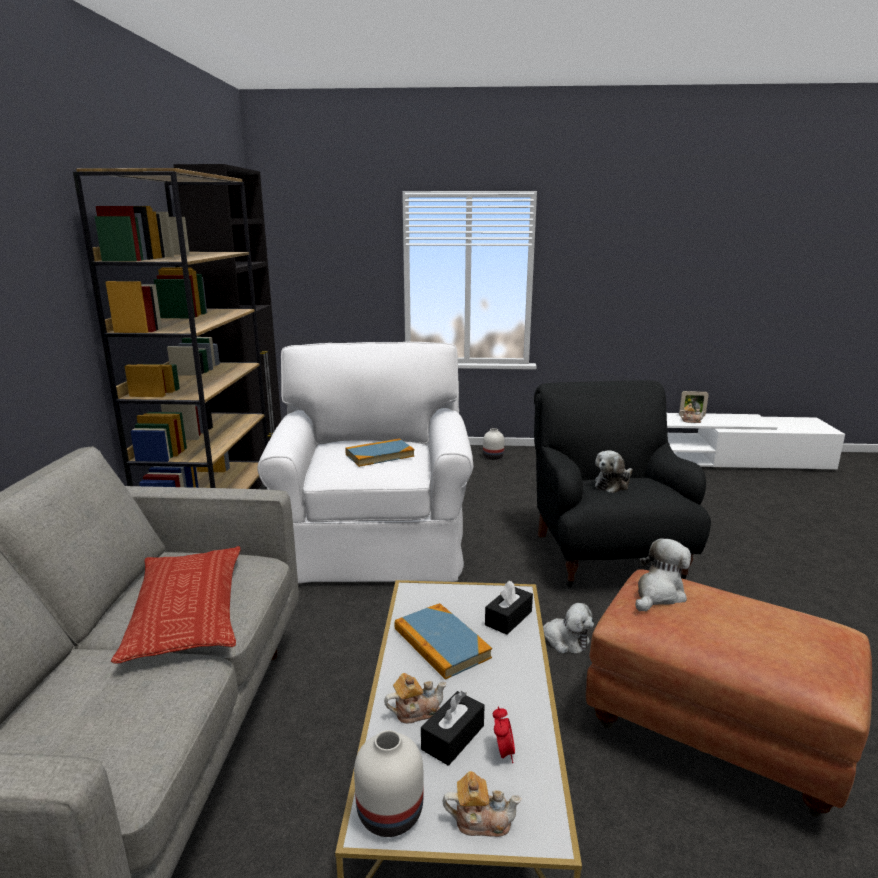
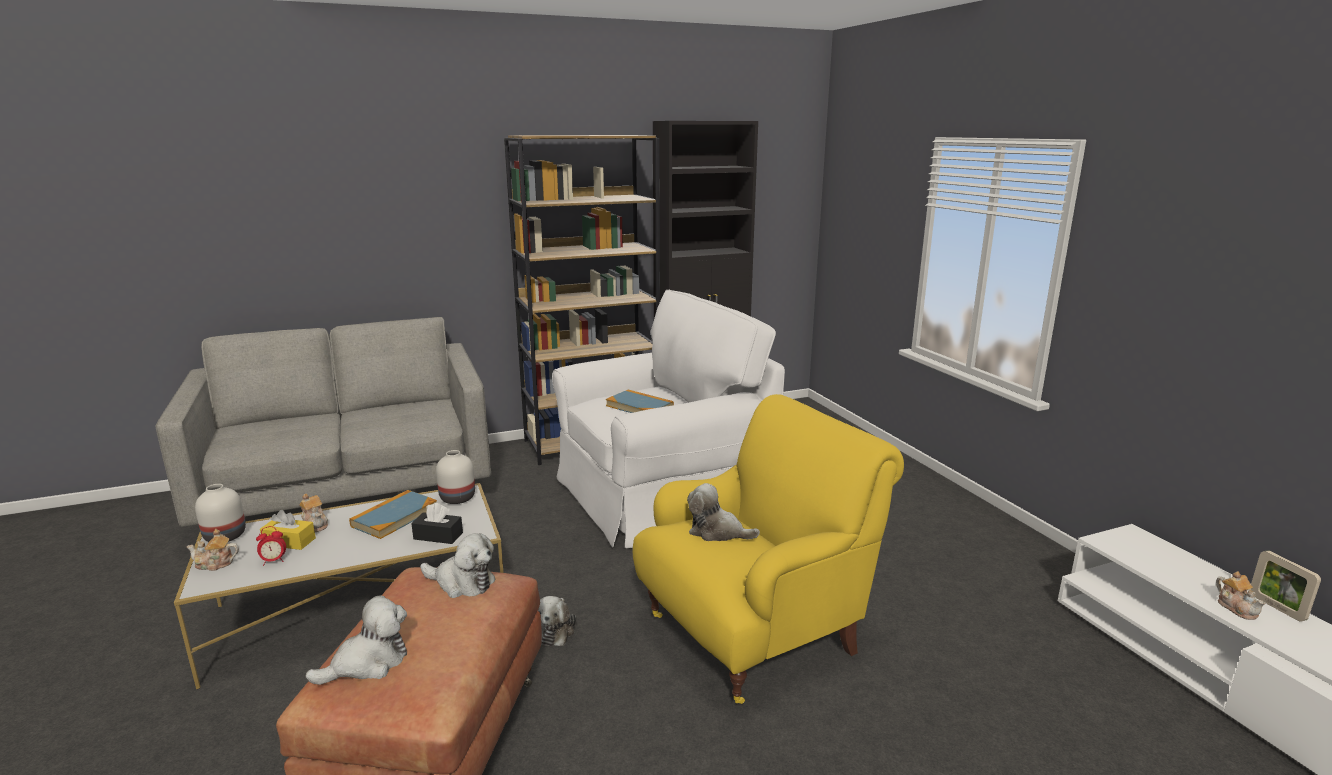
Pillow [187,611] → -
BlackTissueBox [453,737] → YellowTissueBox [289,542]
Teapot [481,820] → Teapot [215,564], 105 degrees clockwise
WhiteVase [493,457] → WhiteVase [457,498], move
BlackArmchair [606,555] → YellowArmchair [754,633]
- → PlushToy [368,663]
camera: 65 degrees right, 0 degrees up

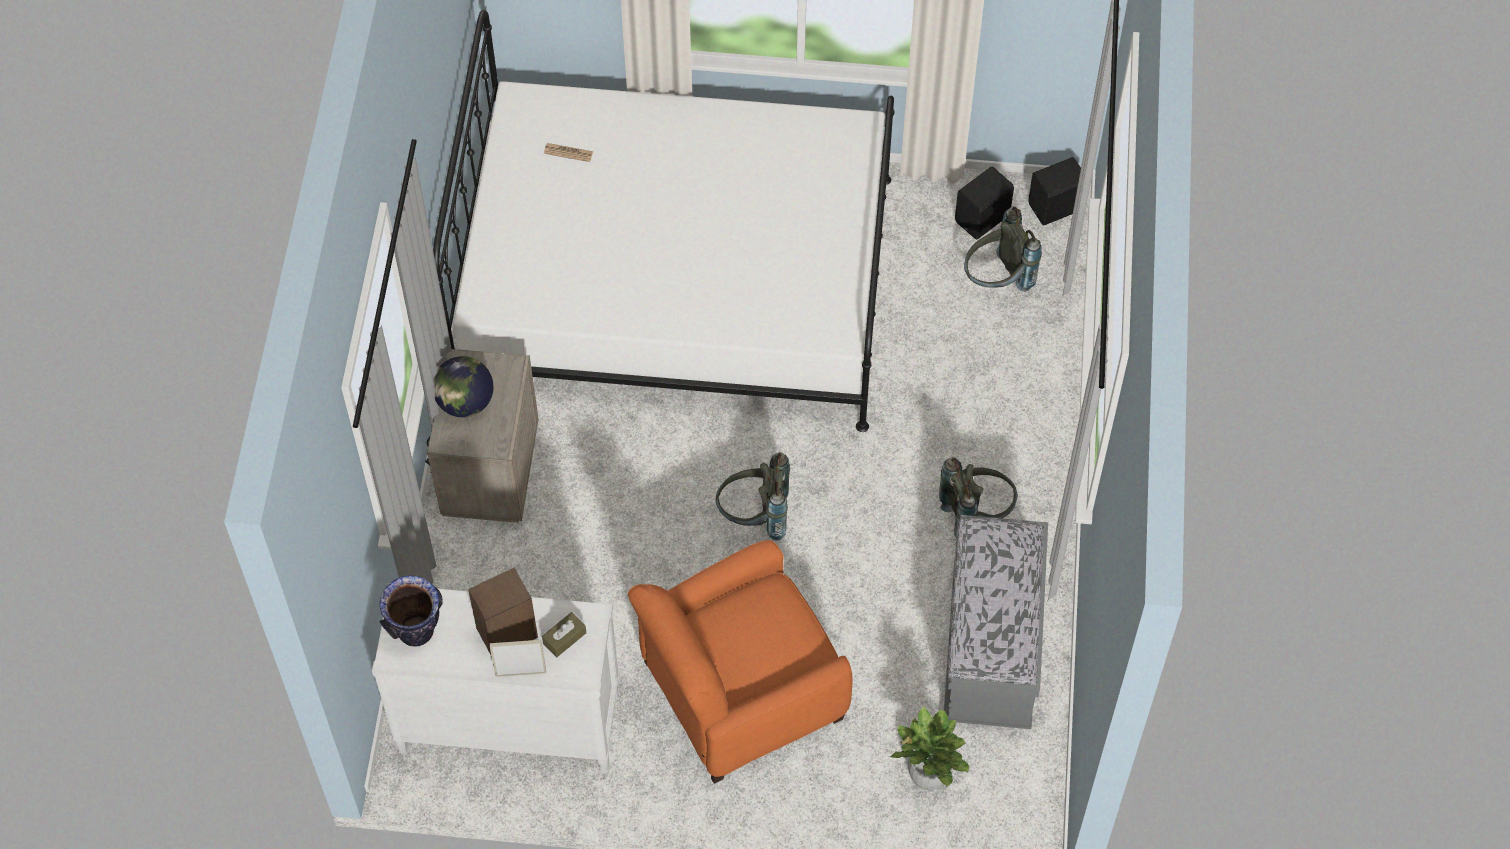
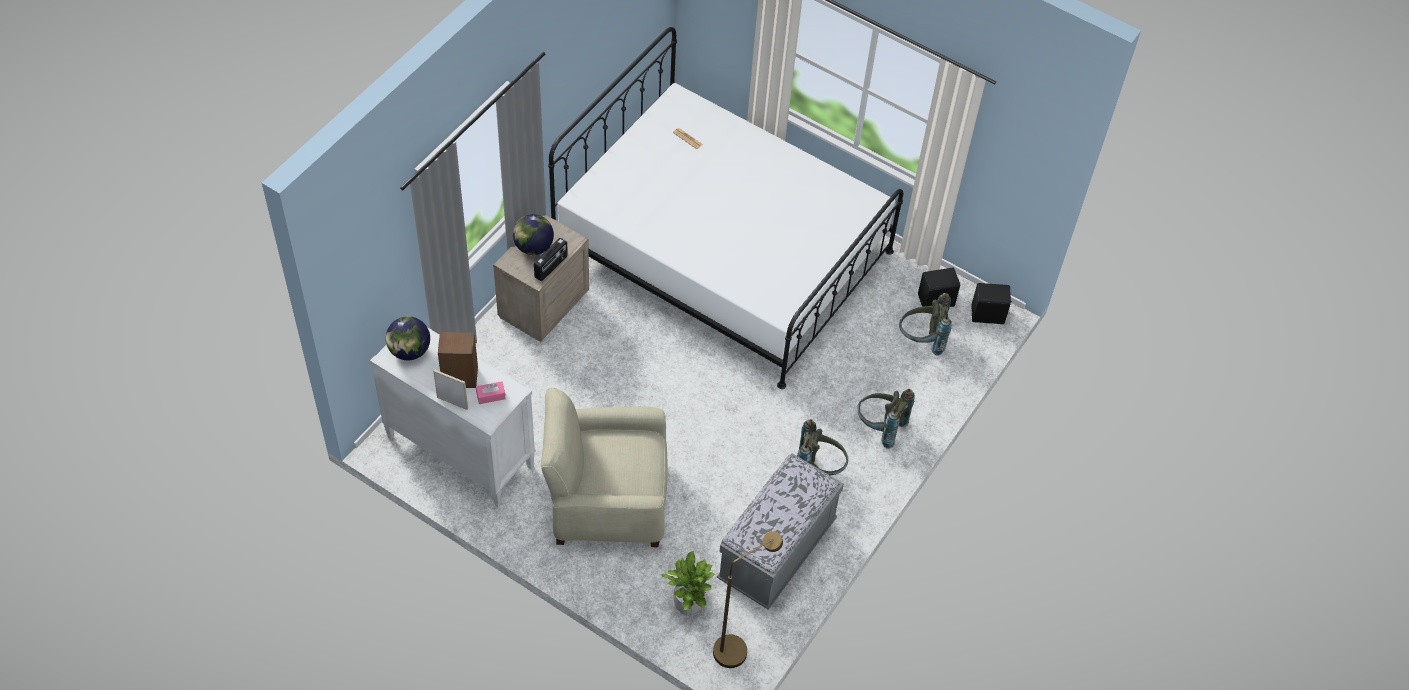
Vase [416,631] → Globe [409,351]
BrownTissueBox [564,638] → PinkTissueBox [491,396]
OrangeArmchair [740,691] → BeigeArmchair [607,500]
GreyBackpack [755,517] → GreyBackpack [880,428], move
- → Radio [551,267]
- → BrownFloorLamp [737,646]
camera: 25 degrees right, 5 degrees down

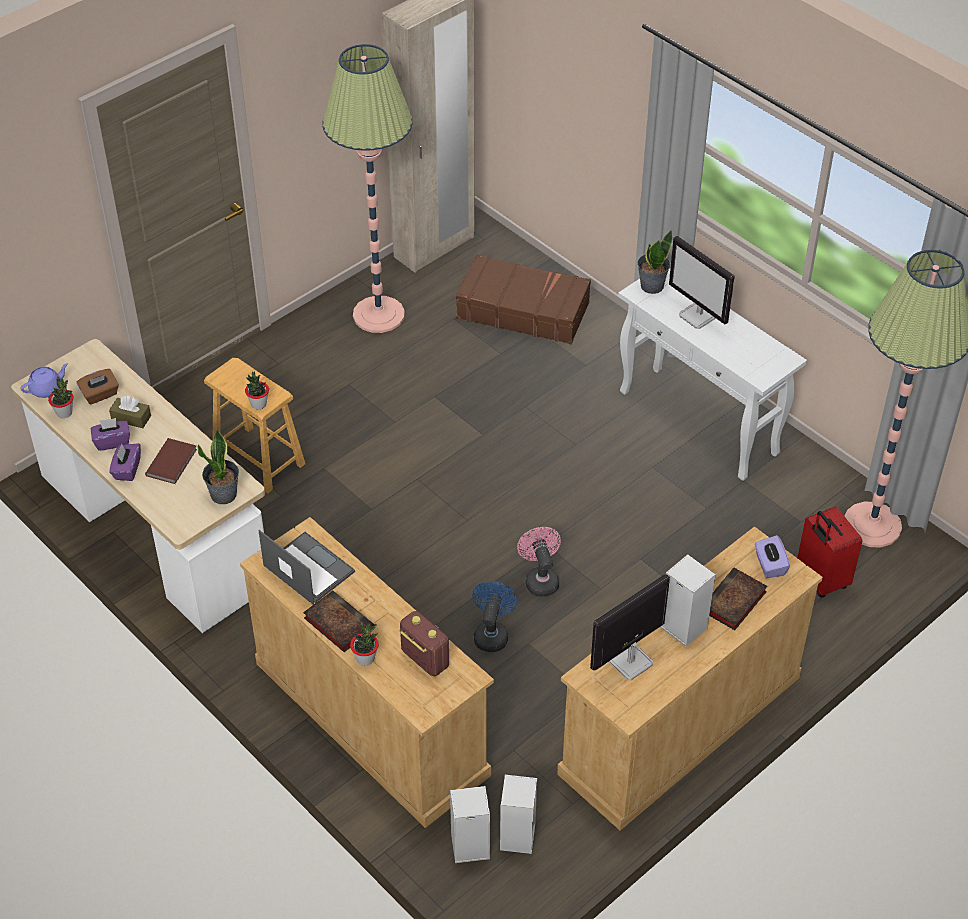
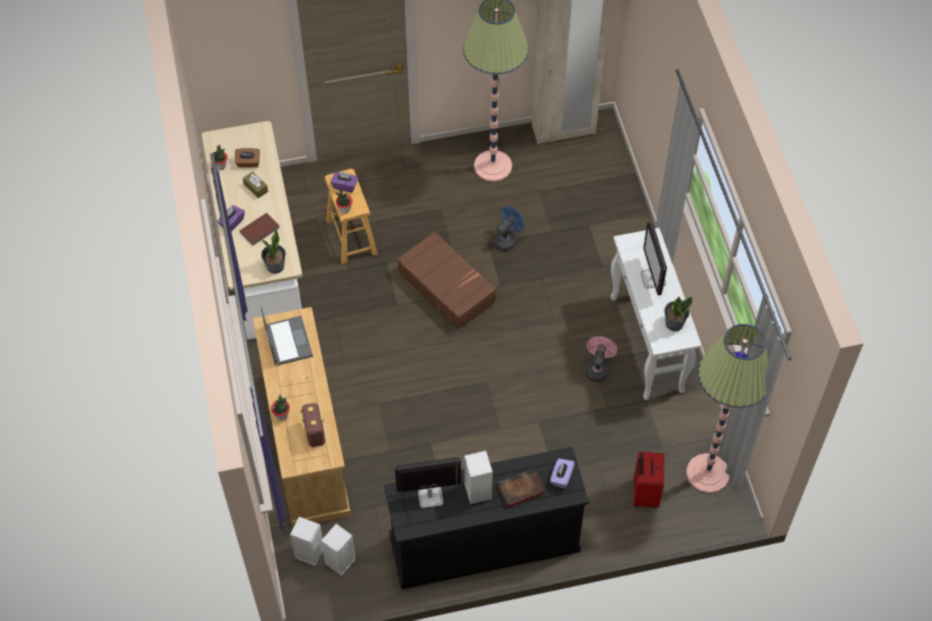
PurpleTeapot [47,389] → -
PurpleTissueBox [112,442] → PurpleTissueBox [345,186], move
Book [337,623] → -
BrownSuitcase [523,310] → BrownSuitcase [447,286], move
BlueFan [492,633] → BlueFan [507,239], move
PinkFan [540,579] → PinkFan [597,368], move
BeigeDresser [680,726] → BlackDresser [483,544]
PottedPlant [651,286] → PottedPlant [674,323], move
camera: 30 degrees right, 10 degrees up

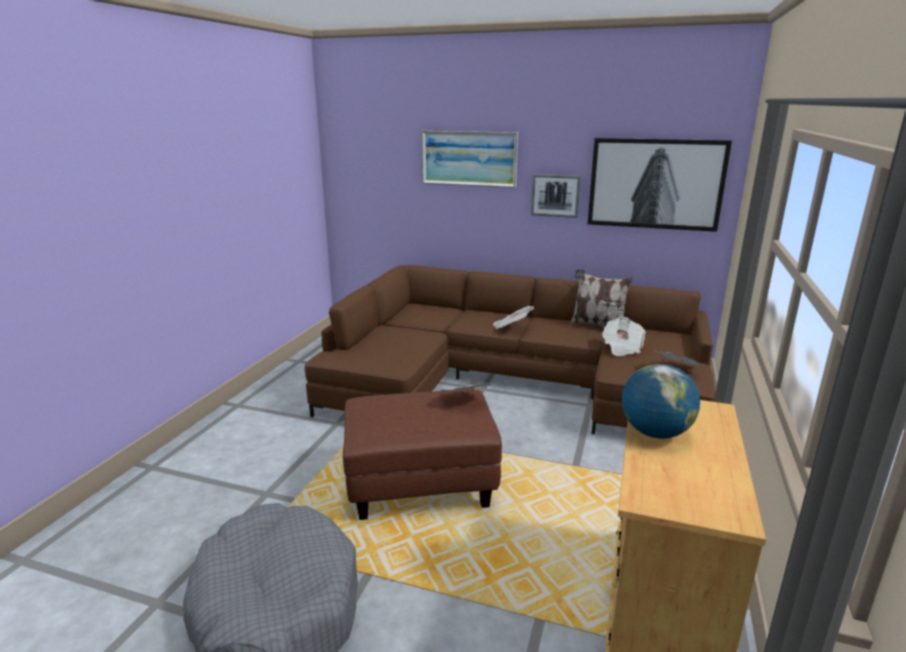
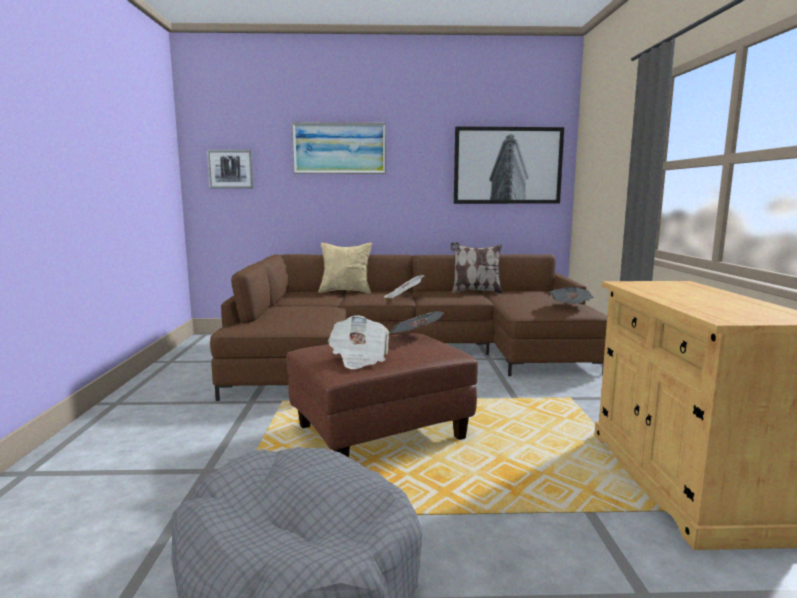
Picture [555,195] → Picture [230,169], move
Newspaper [622,348] → Newspaper [359,358], move
Globe [655,433] → -
- → BeigePillow [346,291]
camera: 20 degrees left, 10 degrees down

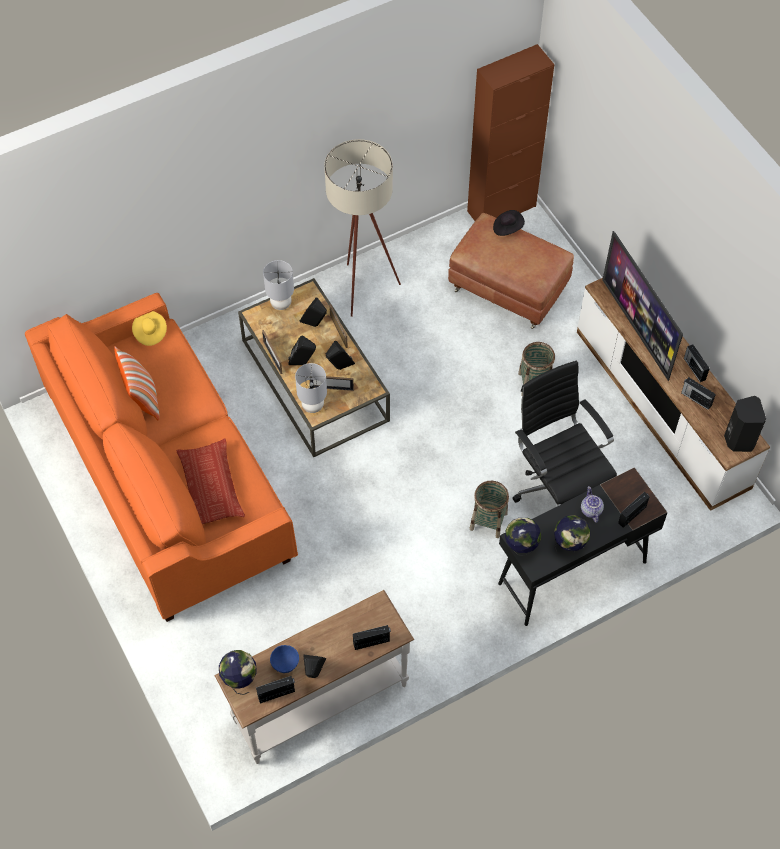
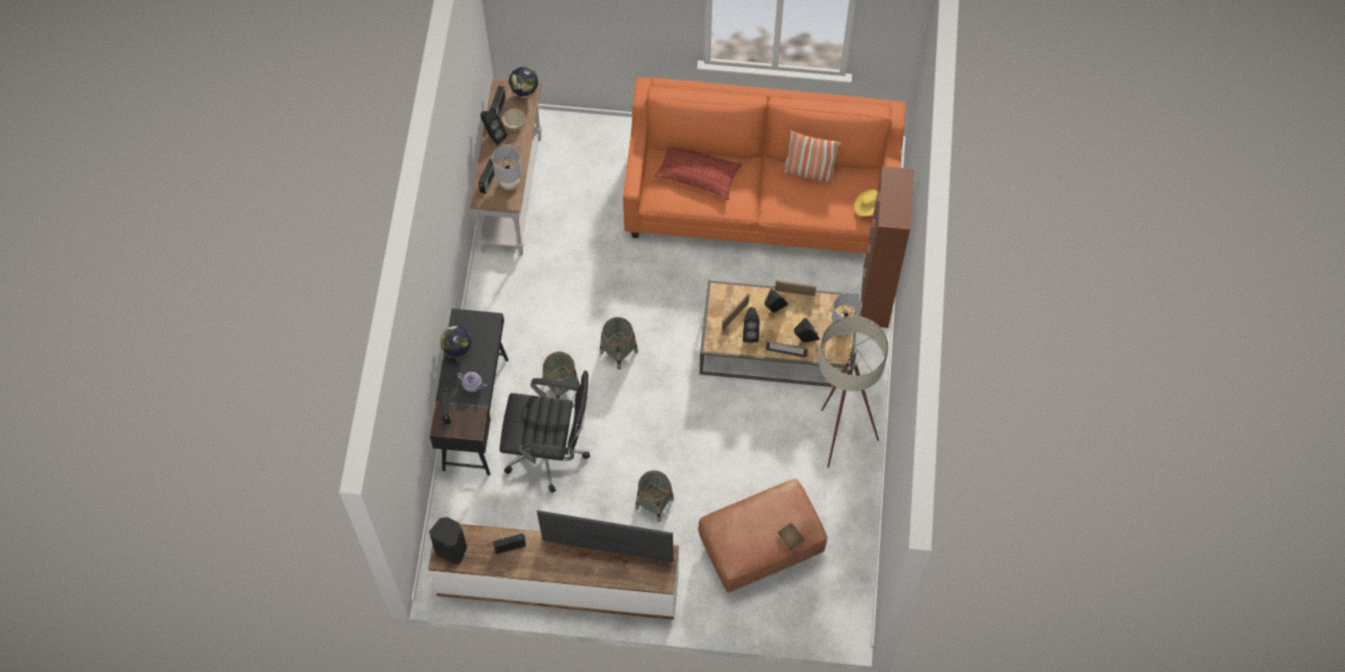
BlueBowl [285,664] → BeigeBowl [514,124]
GreyTableLamp [313,406] → GreyTableLamp [509,184], move
BrownCabinet [501,209] → BrownCabinet [875,298], move
BlackHat [507,228] → BrownBook [790,538]
Globe [521,547] → -
Radio [694,368] → -
- → Basket [618,352]
camera: 125 degrees right, 5 degrees up

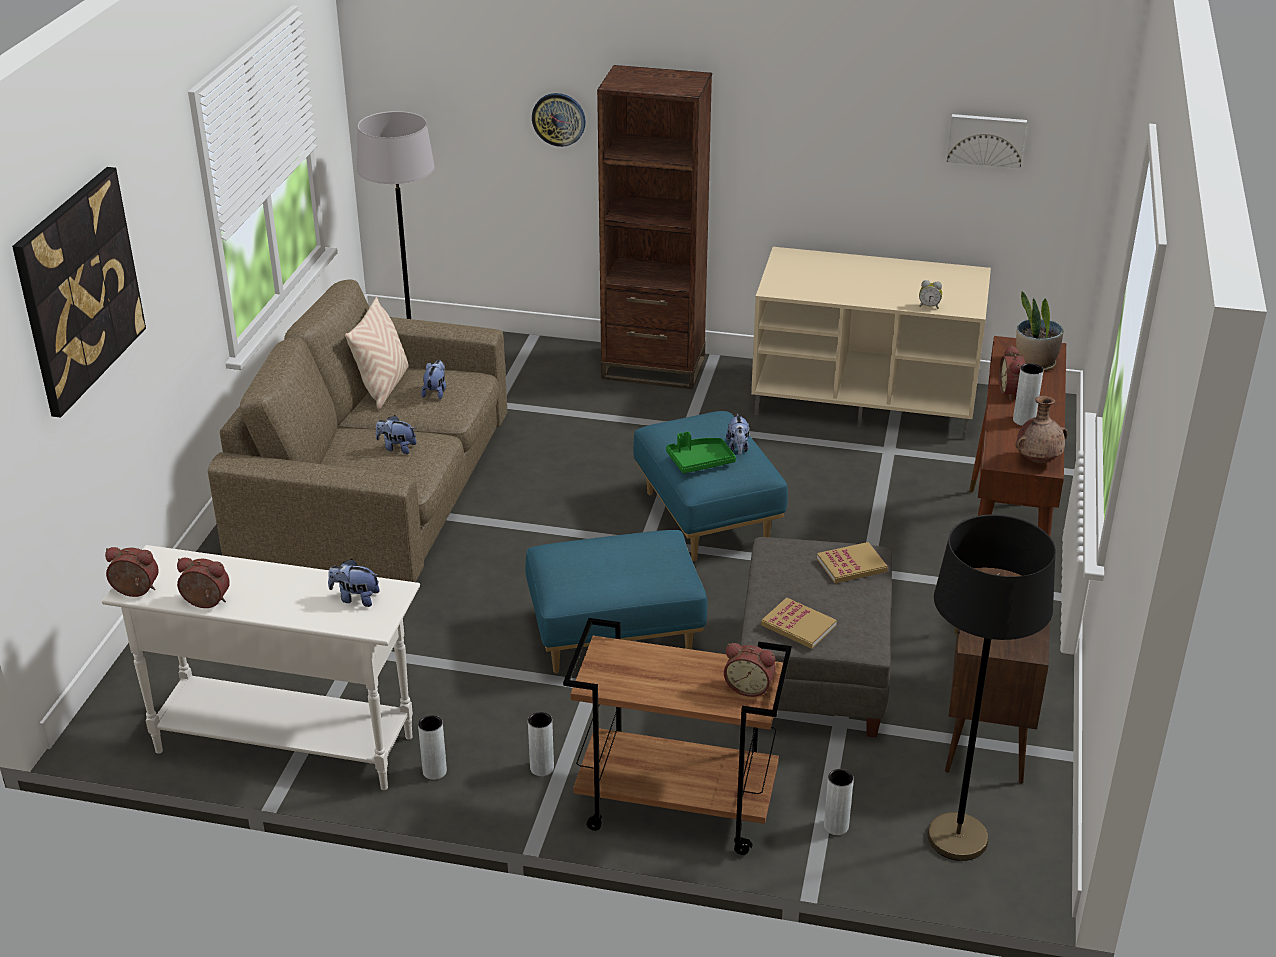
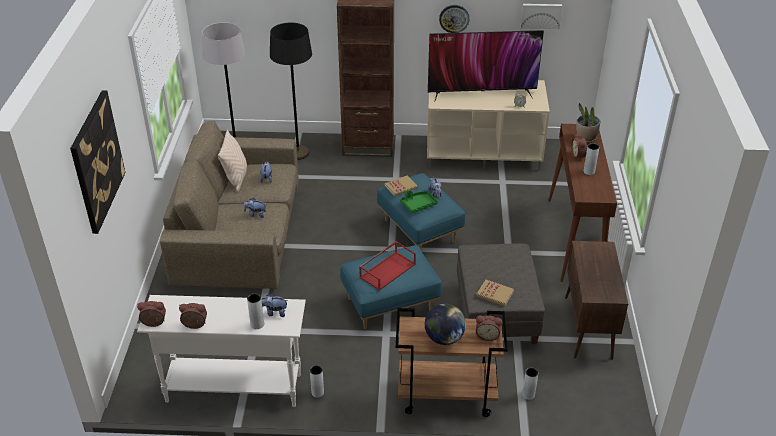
GreyVase [542,768] → GreyVase [257,324], move
WallClock [559,119] → WallClock [454,18], move
Book [851,565] → Book [401,187], move
BlackFloorLamp [957,838] → BlackFloorLamp [298,153], move
BrownVase [1038,460] → -
- → RedTray [387,270]
- → Globe [444,338]
- → Television [481,92]
camera: 10 degrees left, 5 degrees up

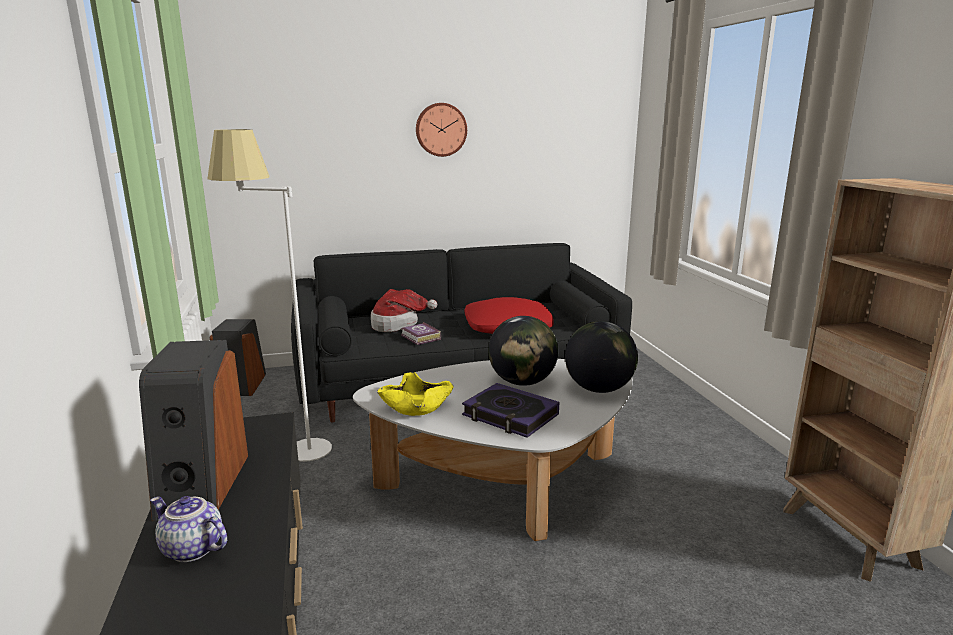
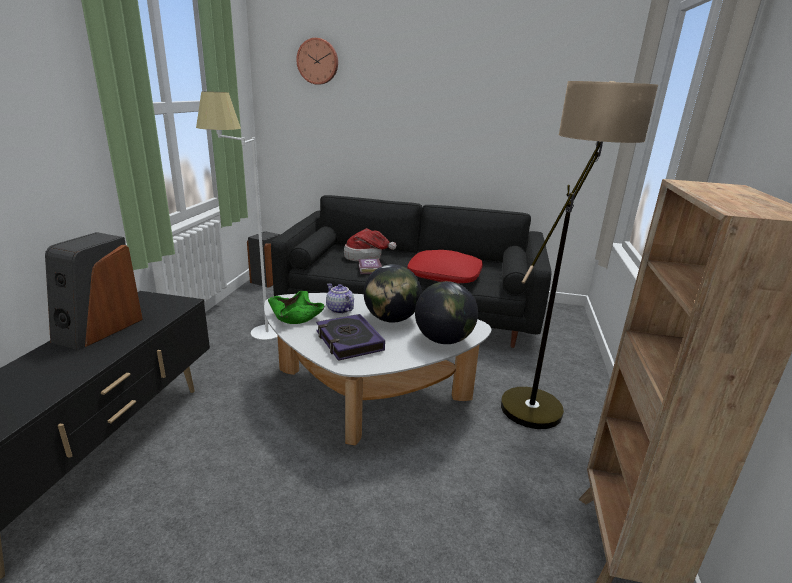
Teapot [191,549] → Teapot [339,310], move
YellowBowl [417,406] → GreenBowl [296,316]
WallClock [441,129] → WallClock [318,61], move
- → FloorLamp [541,398]
camera: 25 degrees right, 5 degrees up

